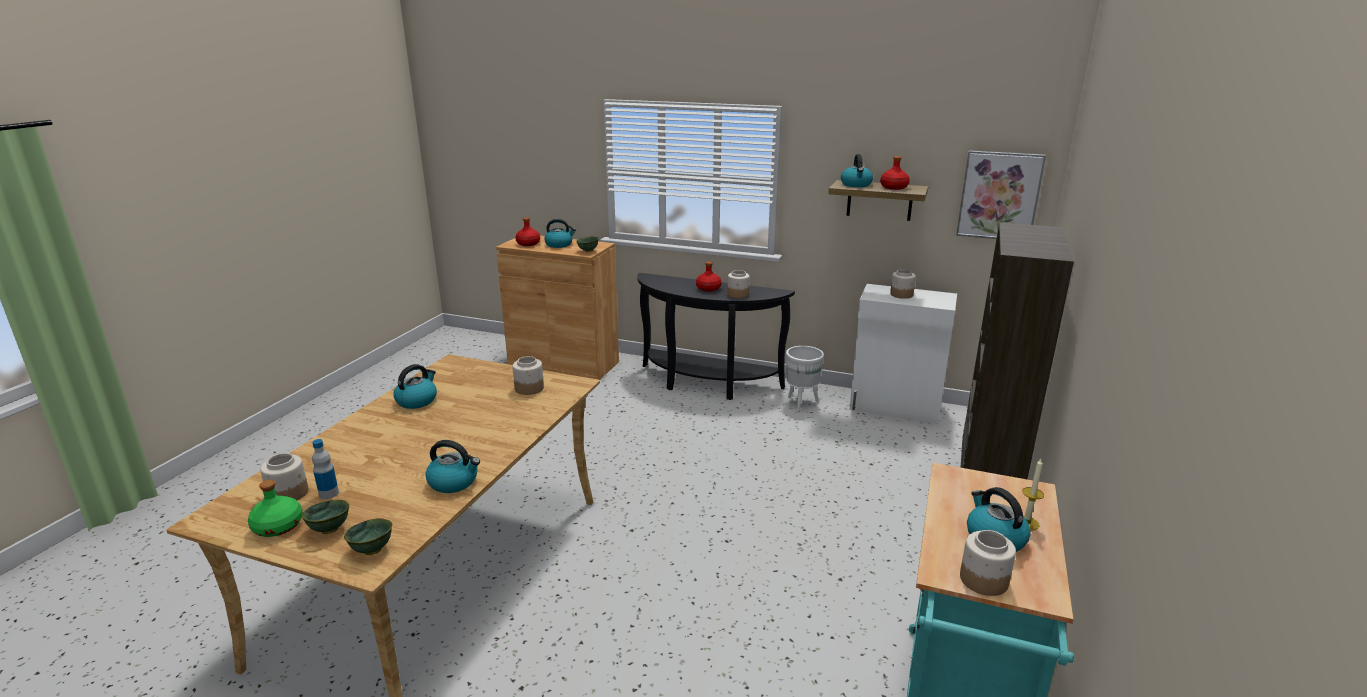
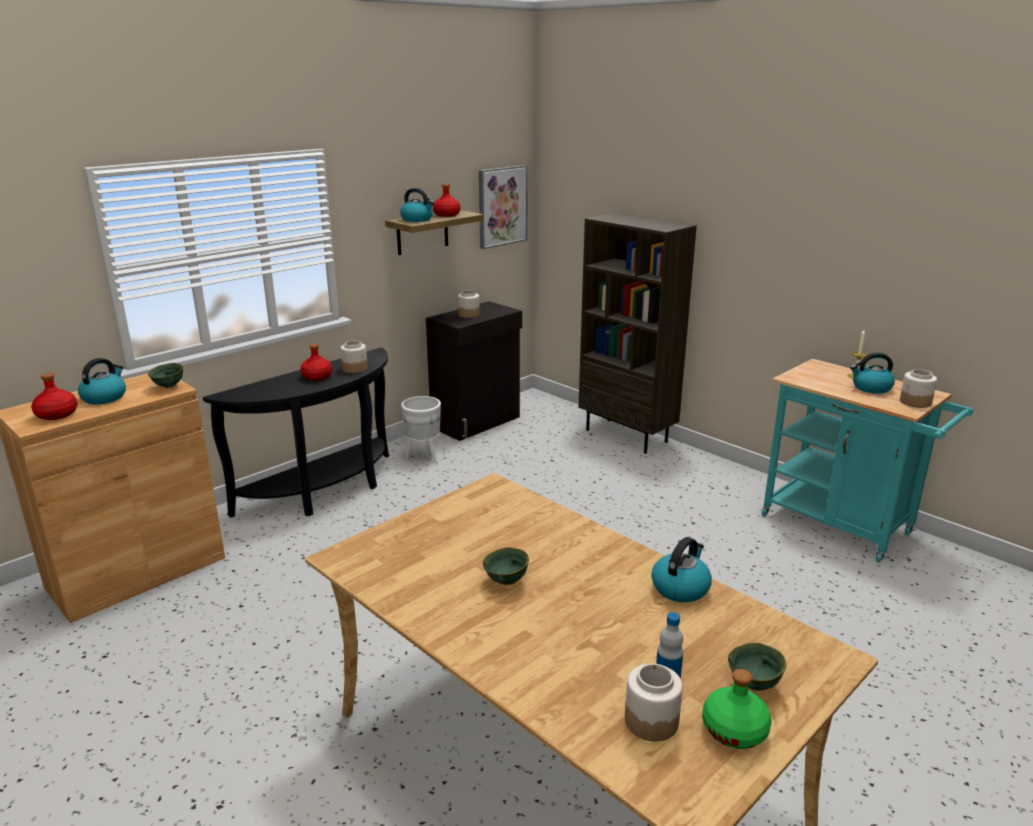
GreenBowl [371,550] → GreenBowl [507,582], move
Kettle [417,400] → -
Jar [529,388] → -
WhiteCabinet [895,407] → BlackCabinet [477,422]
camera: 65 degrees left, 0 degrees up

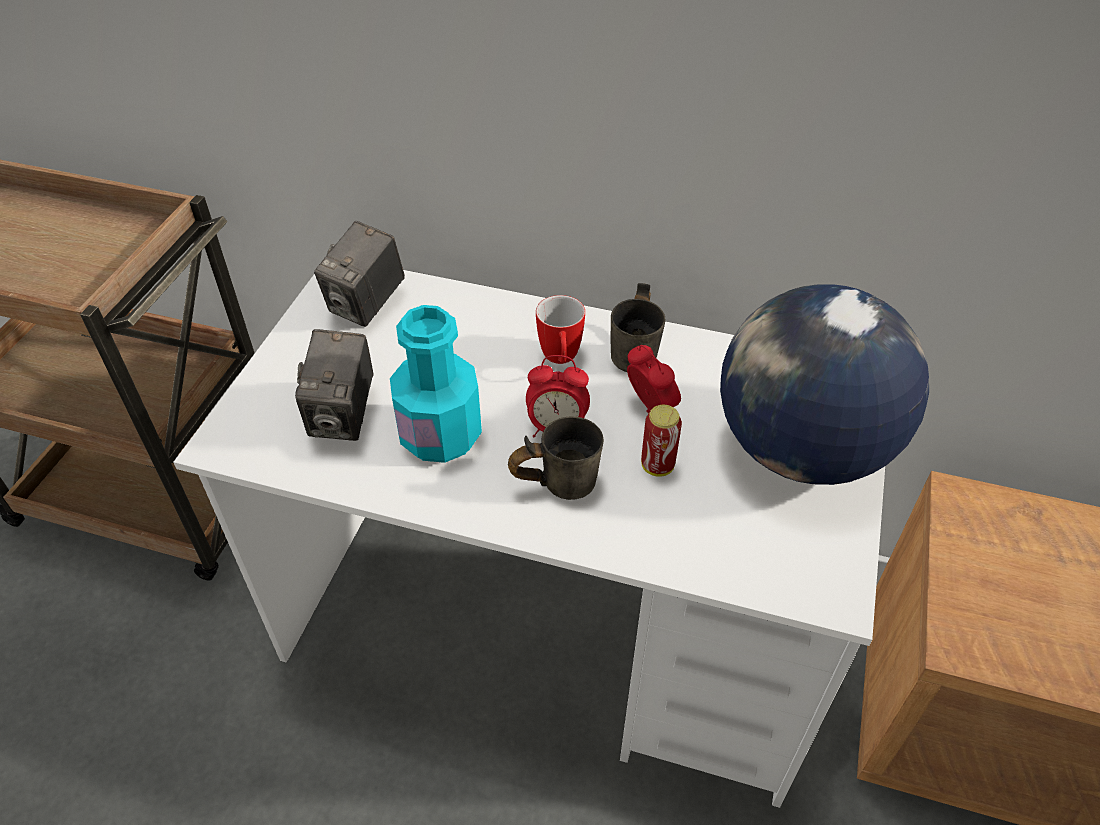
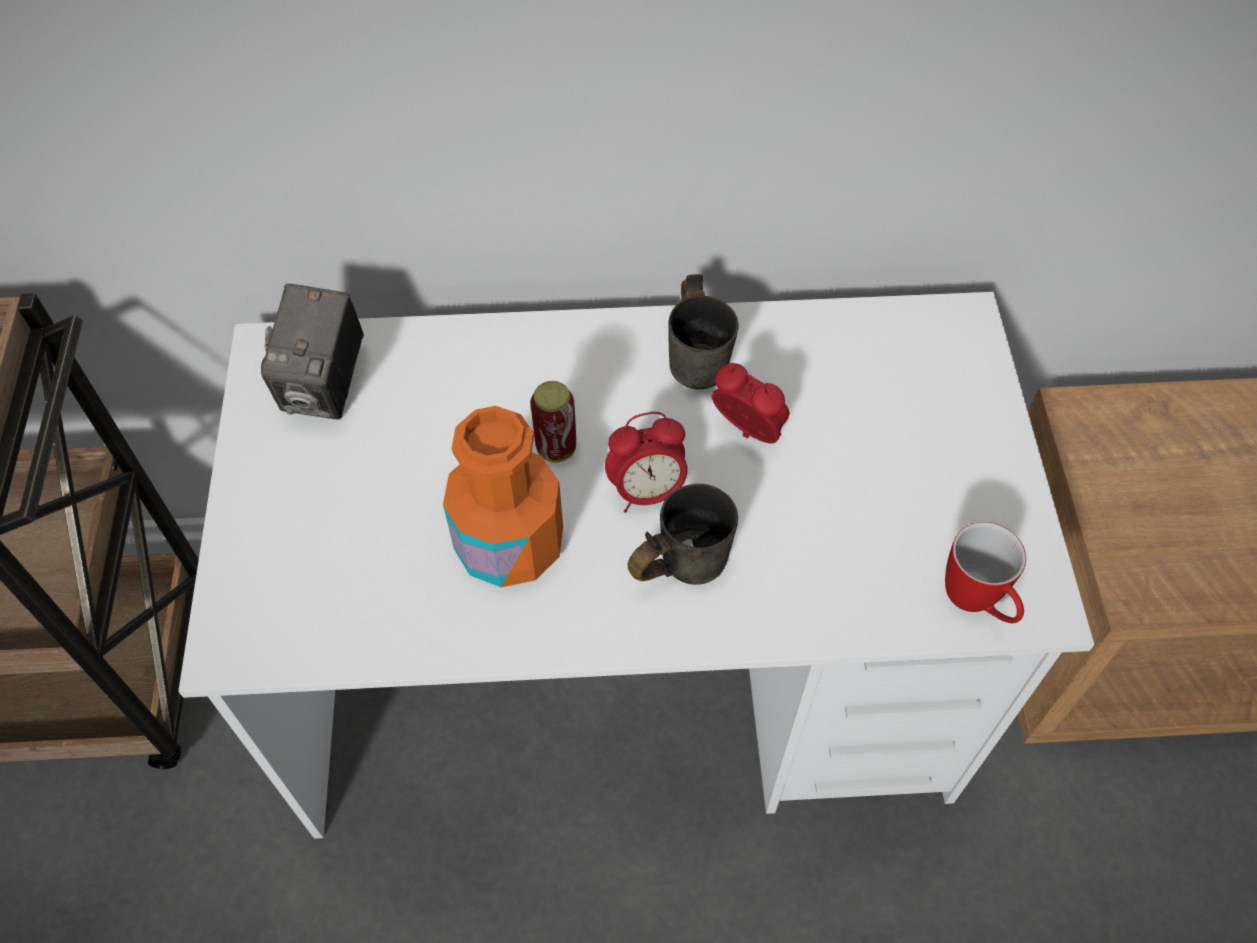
PhotoCamera [343,416] → -
TurquoiseBottle [440,435] → OrangeBottle [510,545]
Mug [560,360] → Mug [977,604], move
Can [657,466] → Can [556,448], move
Globe [800,448] → -
camera: 20 degrees left, 10 degrees up

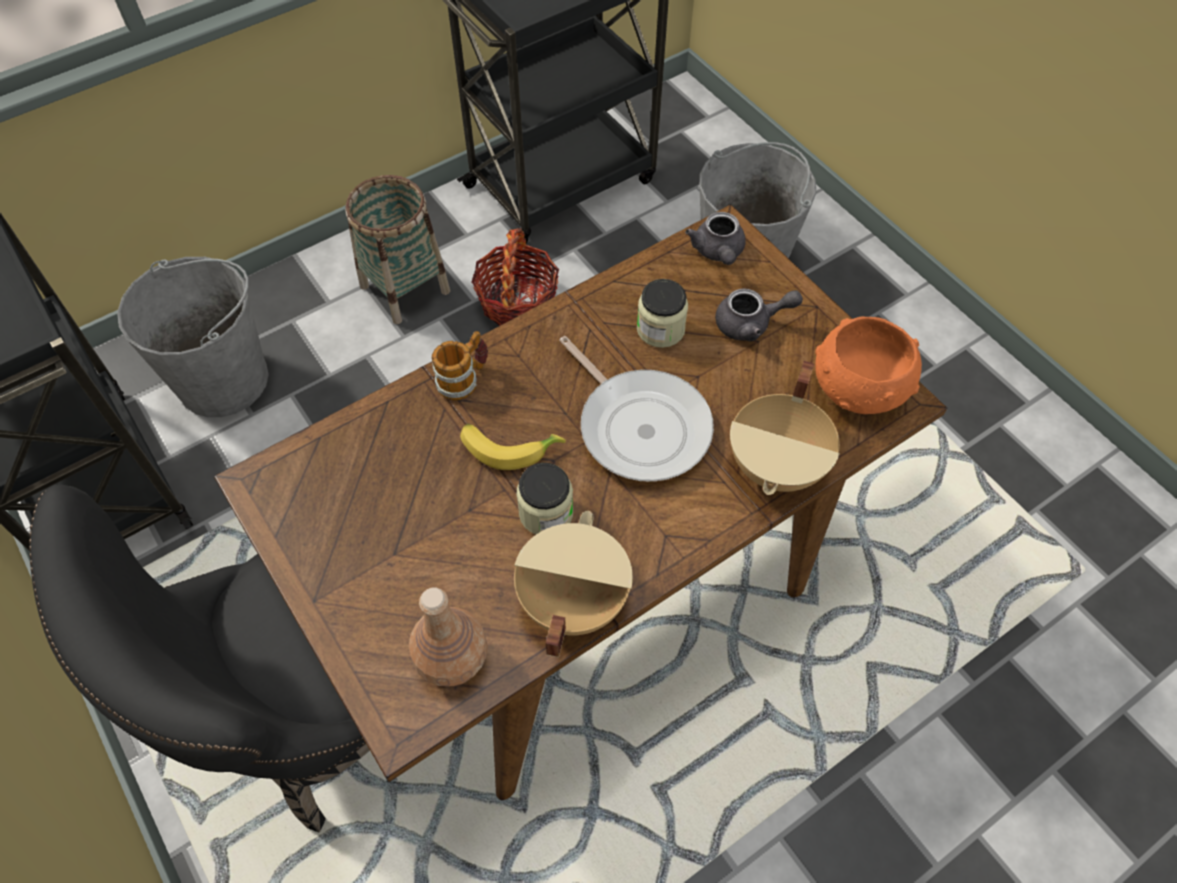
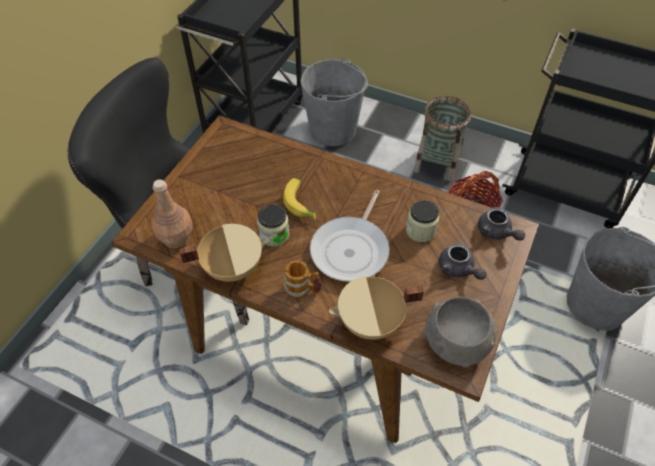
Mug [464,379] → Mug [303,289], move
GreyTeapot [718,252] → GreyTeapot [496,233], 90 degrees counterclockwise
OrangeBowl [858,387] → GreyBowl [456,342]
camera: 60 degrees right, 5 degrees down

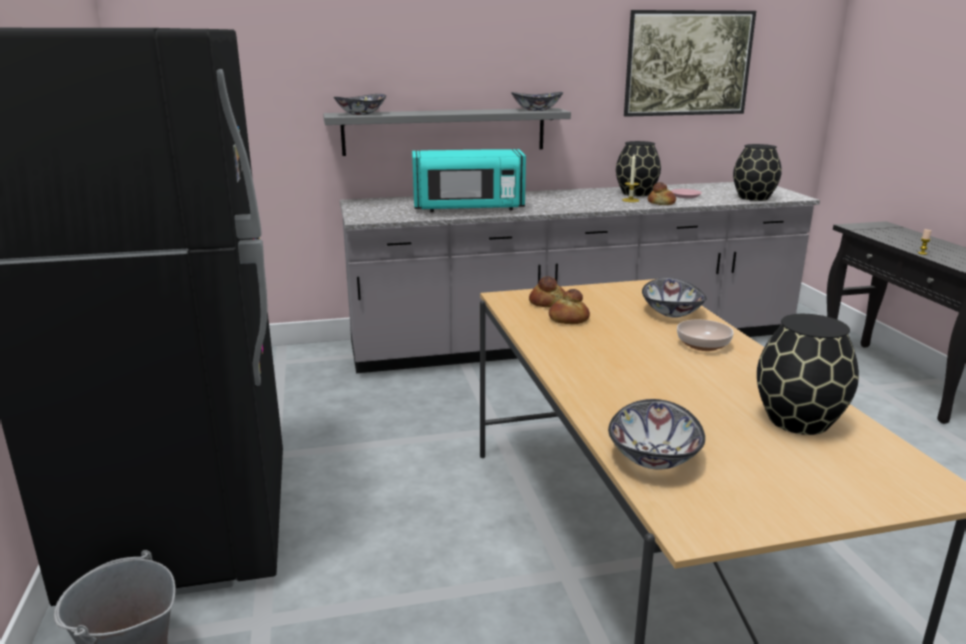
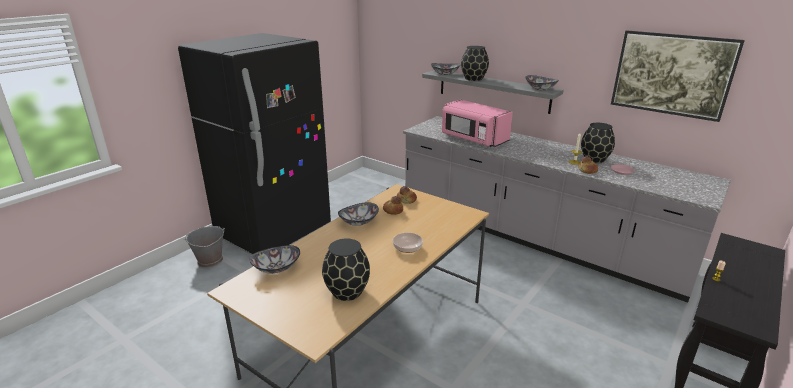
TurquoiseMicrowave [468,208] → PinkMicrowave [473,139]
Bowl [672,312] → Bowl [359,222], move
BlackVase [753,198] → BlackVase [473,79], move
camera: 50 degrees right, 5 degrees up

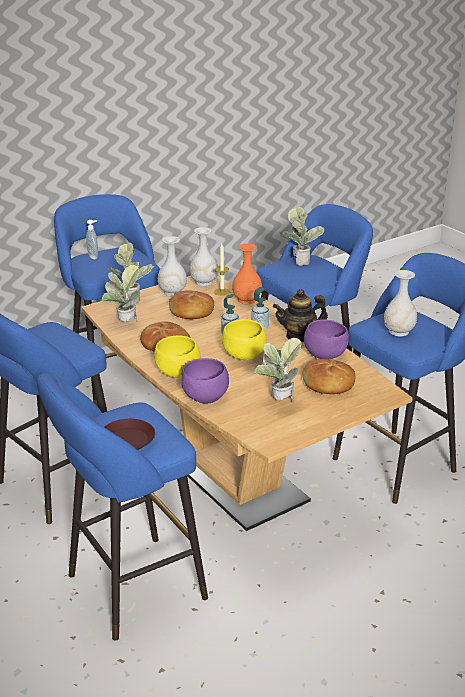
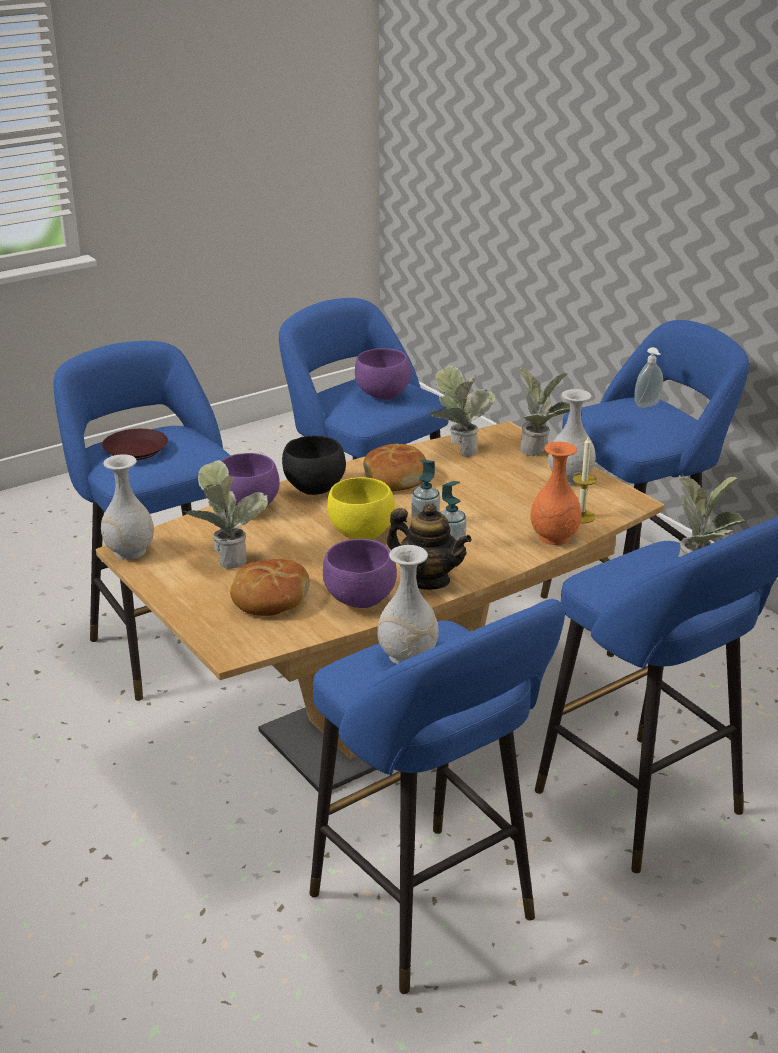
YellowBowl [178,374] → BlackBowl [313,489]
Bread [191,312] → -
WhiteVase [203,282] → WhiteVase [130,551], move
Teapot [299,336] → Teapot [428,580], 135 degrees clockwise
- → PurpleBowl [383,395]
camera: 90 degrees right, 0 degrees up

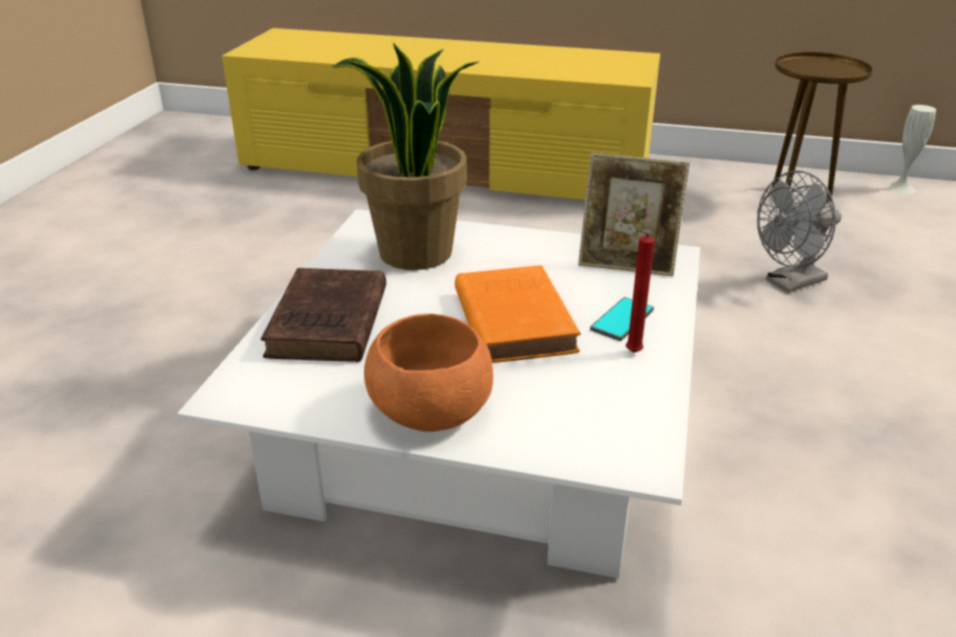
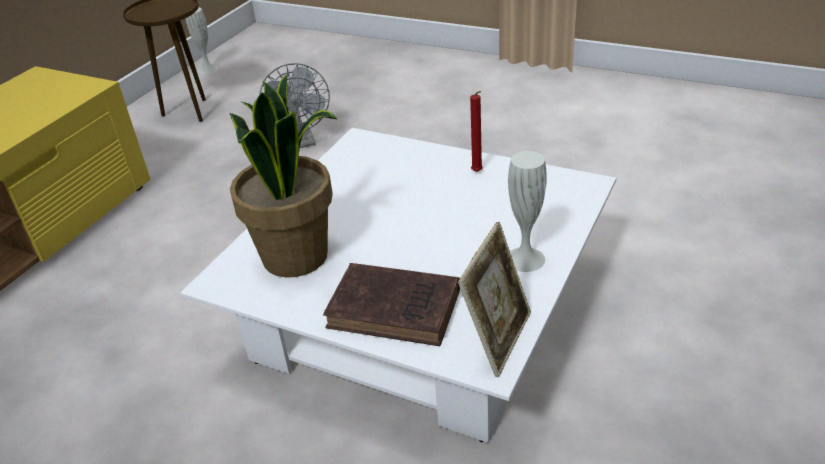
OrangeBowl [431,409] → WhiteVase [525,259]
OrangeBook [512,319] → -
PictureFrame [627,263] → PictureFrame [497,338], move
Phone [622,320] → -
camera: 75 degrees left, 5 degrees up

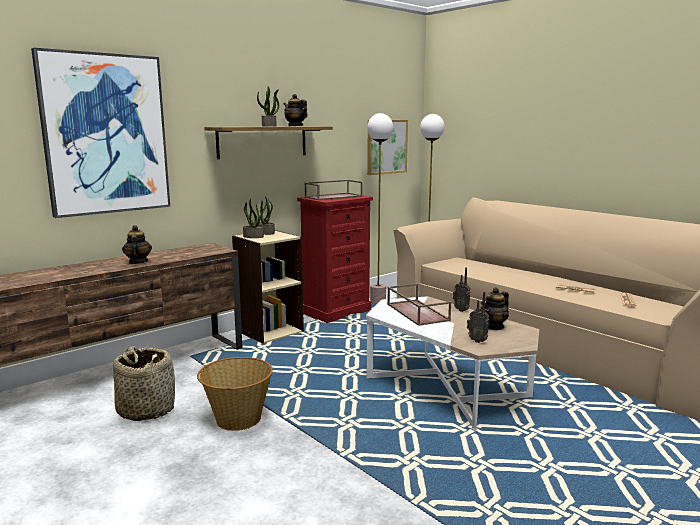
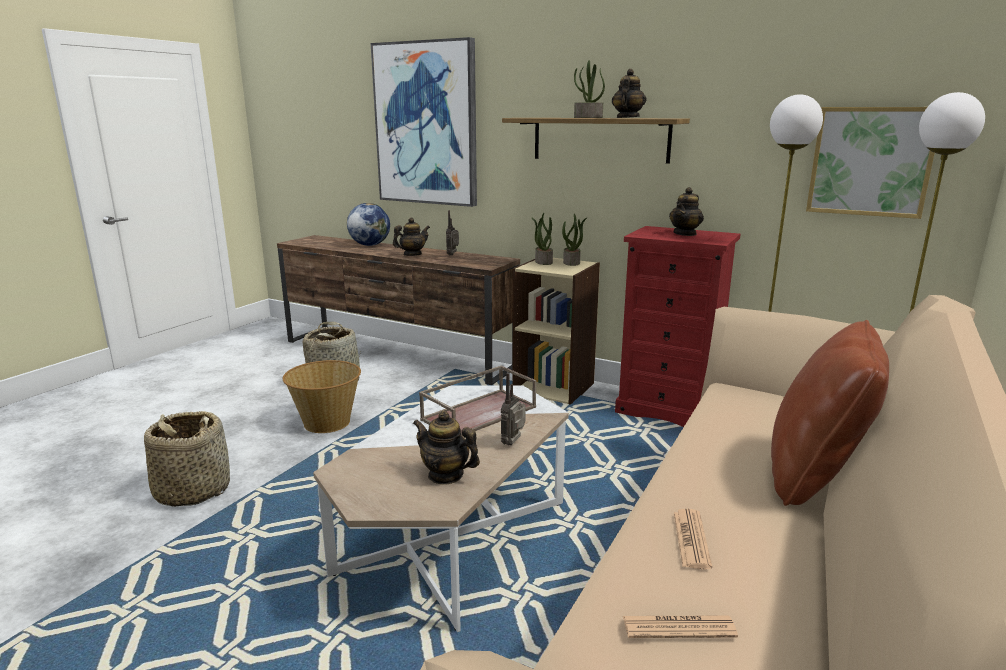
BrownTray [334,196] → Teapot [685,234]
Radio [477,341] → Radio [453,255], move
- → Basket [192,490]
- → Globe [369,245]
- → BrownPillow [815,476]
camera: 70 degrees right, 5 degrees up

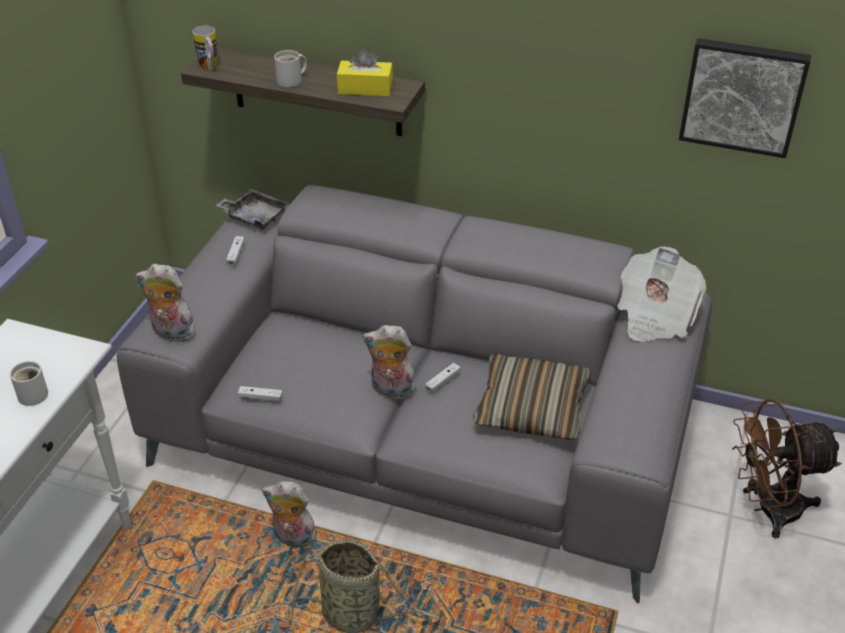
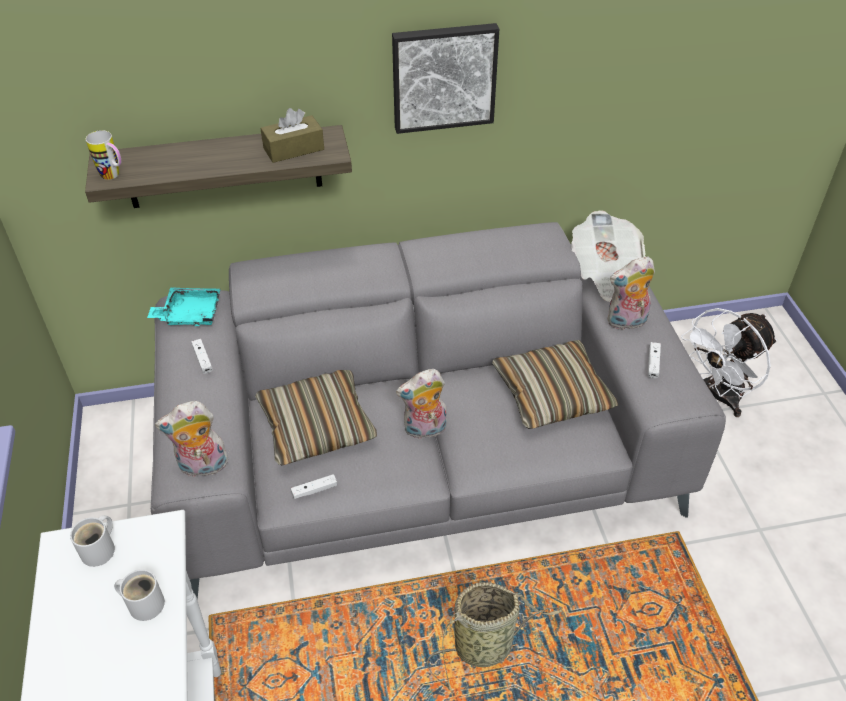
GreyTray [254,216] → TurquoiseTray [190,314]
PlushToy [292,539] → PlushToy [626,322], move
WhiteMug [292,80] → WhiteMug [101,549], move
YellowTissueBox [365,88] → BrownTissueBox [293,149]
WhiteGameController [442,381] → WhiteGameController [653,363], move
Picture [743,96] → Picture [443,76], move
BrownFan [767,509] → WhiteFan [717,396]
- → Pillow [317,426]
camera: 30 degrees left, 5 degrees up

